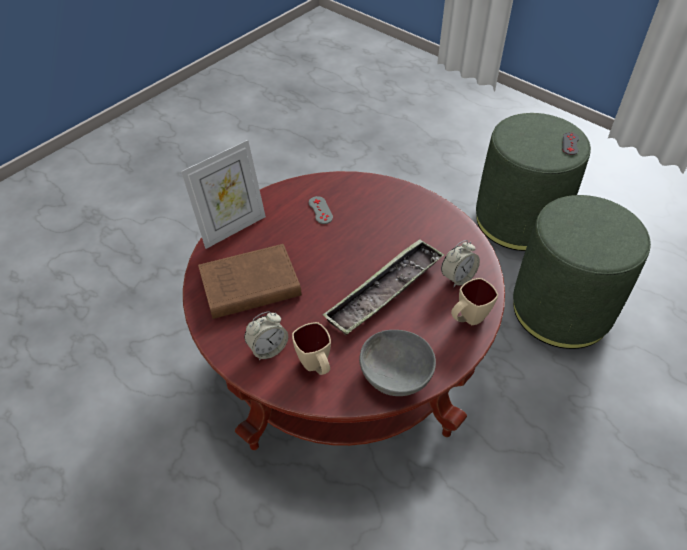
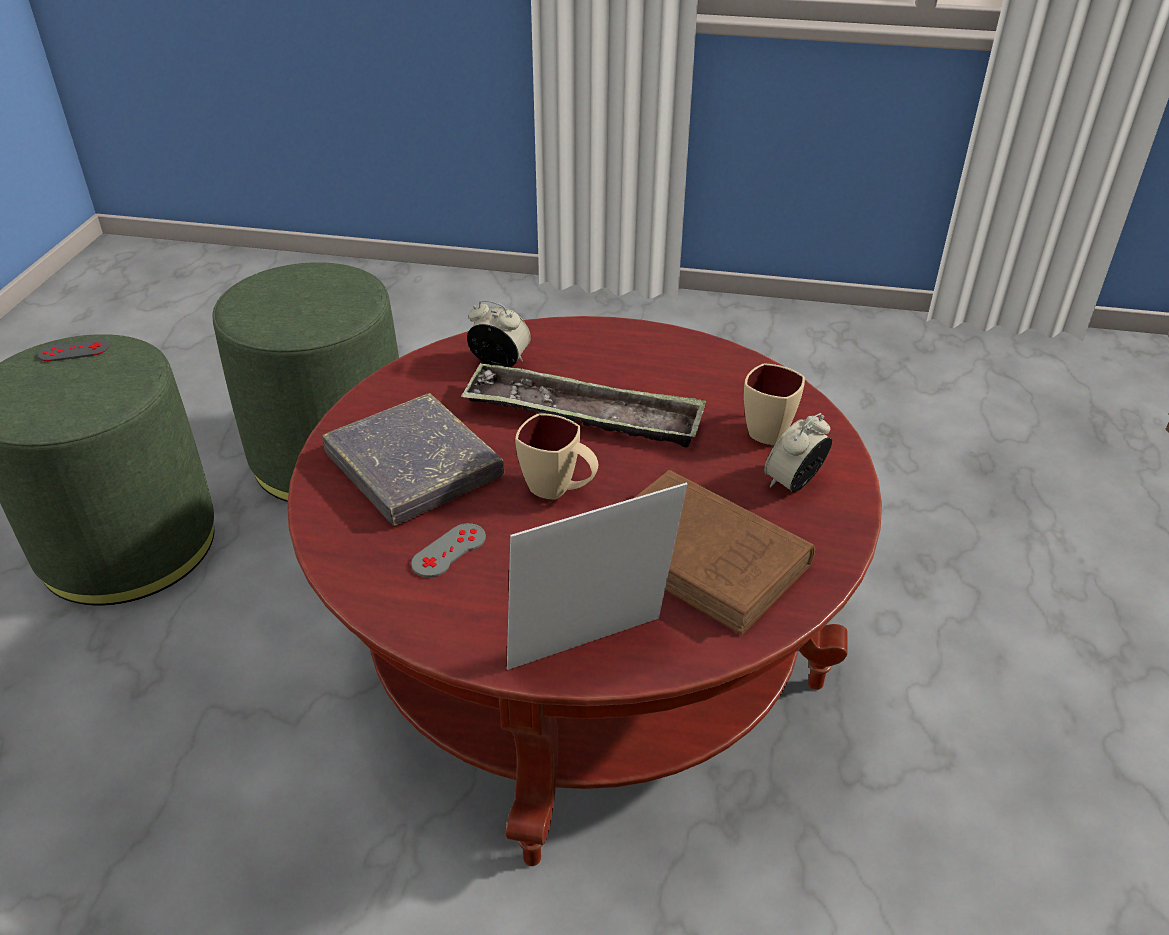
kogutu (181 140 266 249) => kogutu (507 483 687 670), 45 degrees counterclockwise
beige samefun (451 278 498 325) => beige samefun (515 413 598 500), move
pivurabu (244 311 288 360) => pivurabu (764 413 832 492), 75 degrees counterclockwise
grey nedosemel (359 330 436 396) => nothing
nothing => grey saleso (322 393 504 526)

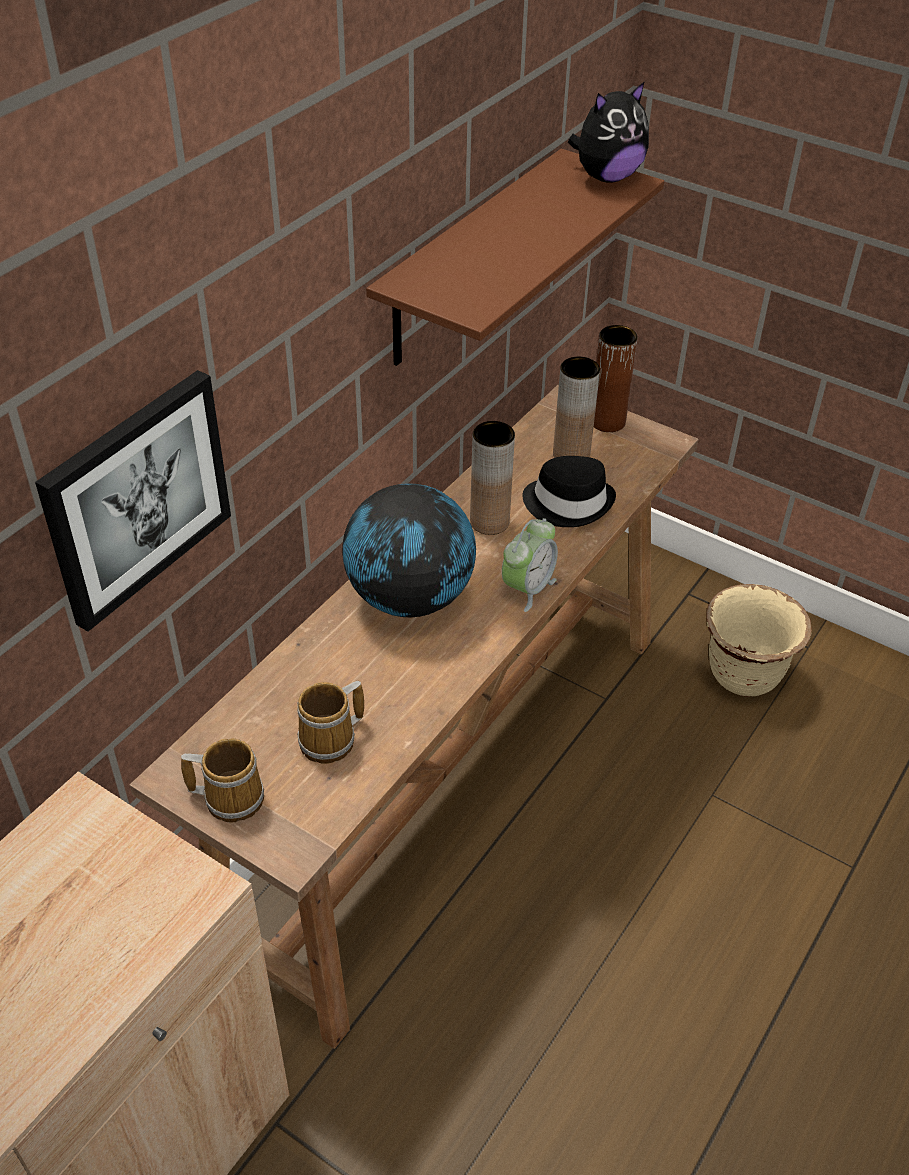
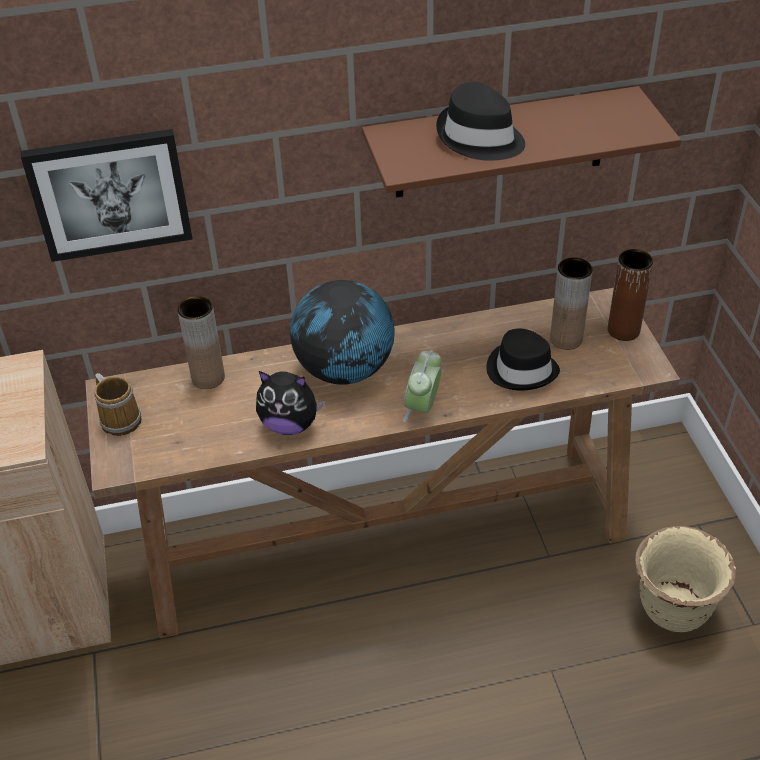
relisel (568 81 649 183) => relisel (256 371 326 435), move
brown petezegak (470 421 515 535) => brown petezegak (177 296 225 389), move
pivurabu (502 518 558 612) => pivurabu (403 350 441 422), 120 degrees clockwise
samefun (297 681 364 764) => nothing
nothing => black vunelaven (436 82 525 161)

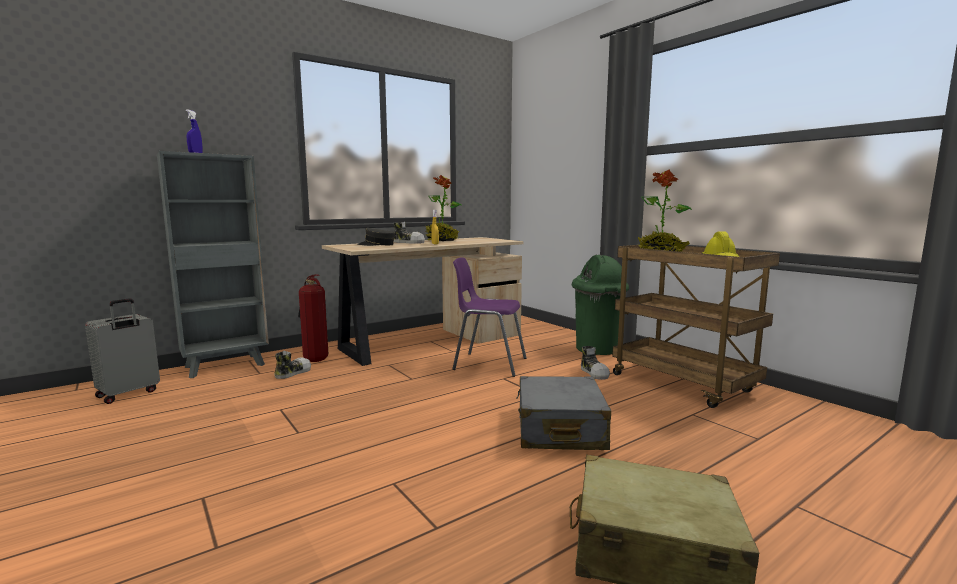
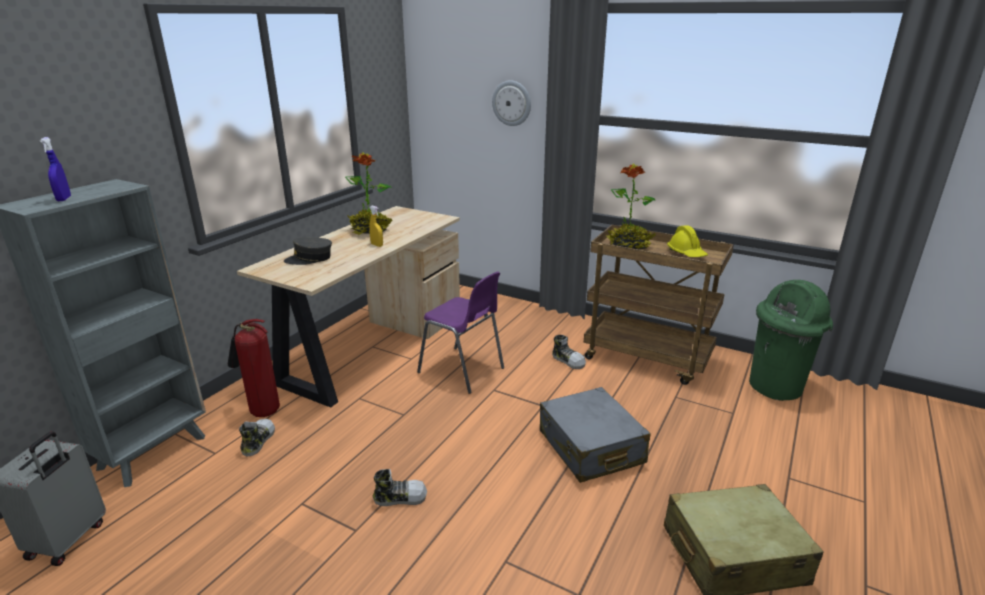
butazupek (394 222 425 244) => butazupek (373 469 427 506), move
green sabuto (572 254 629 355) => green sabuto (749 280 833 401), move
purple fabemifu (452 257 526 377) => purple fabemifu (417 271 504 394), 135 degrees counterclockwise
nothing => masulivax (492 80 531 126)

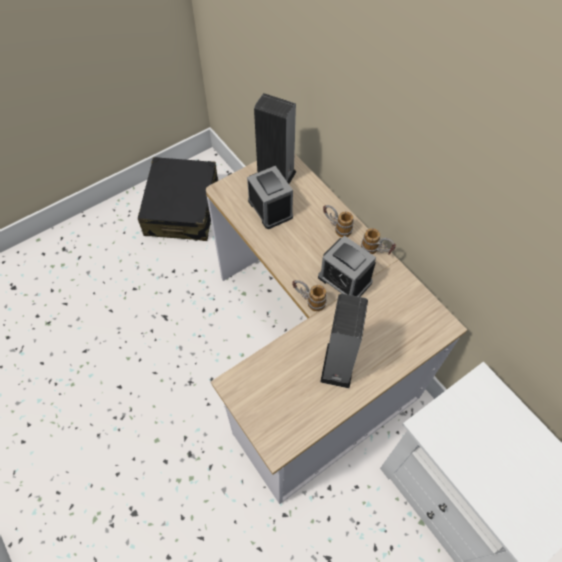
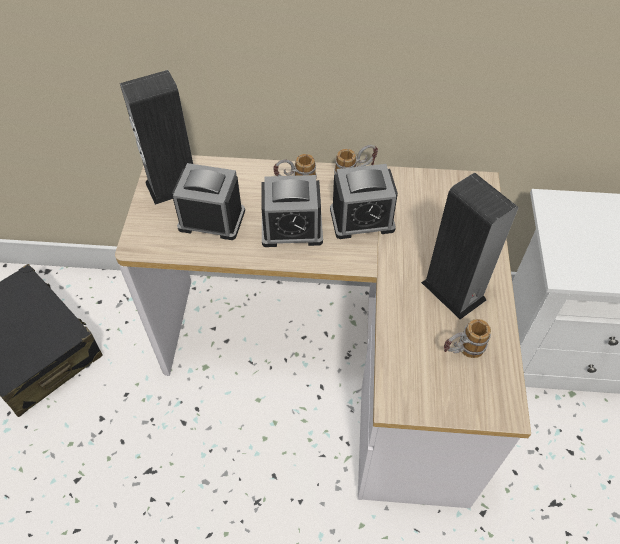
samefun (292 280 327 311) => samefun (444 319 491 358), move
nothing => pivurabu (261 175 323 247)

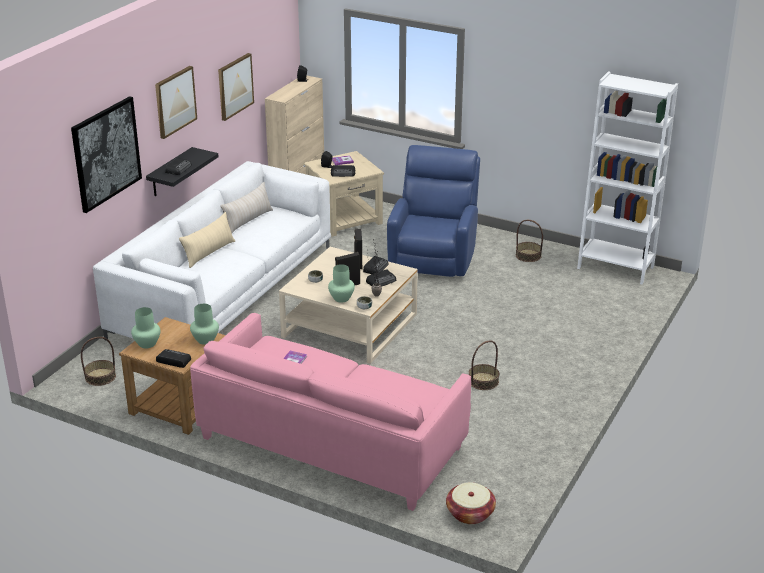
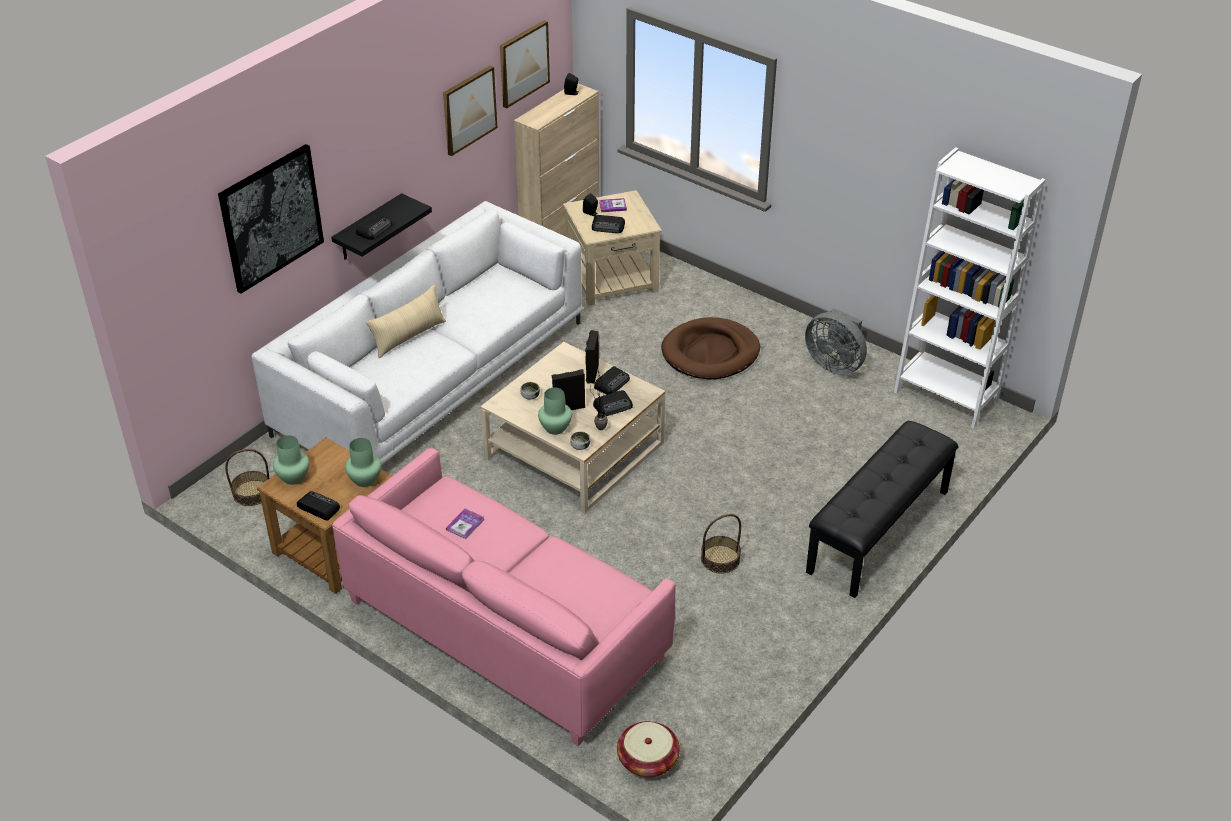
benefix (155 66 197 139) => benefix (500 20 550 108), move
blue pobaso (387 145 480 277) => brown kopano (661 317 760 379)
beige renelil (220 182 273 233) => nothing
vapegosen (516 220 543 262) => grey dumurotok (805 308 867 375)
nothing => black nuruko (806 421 959 598)

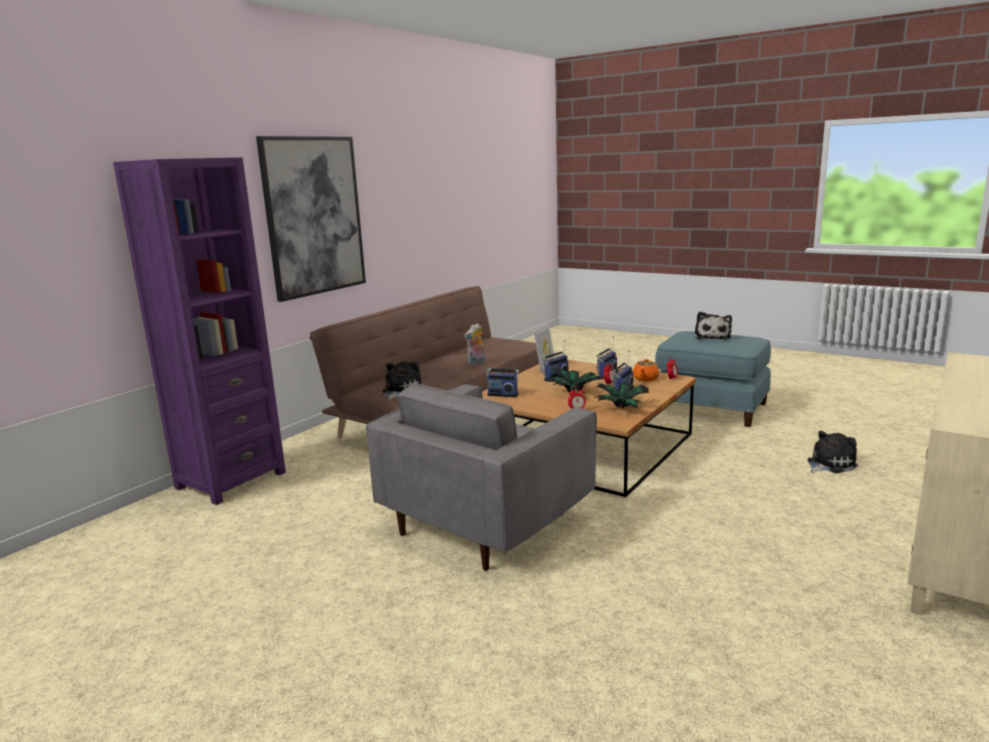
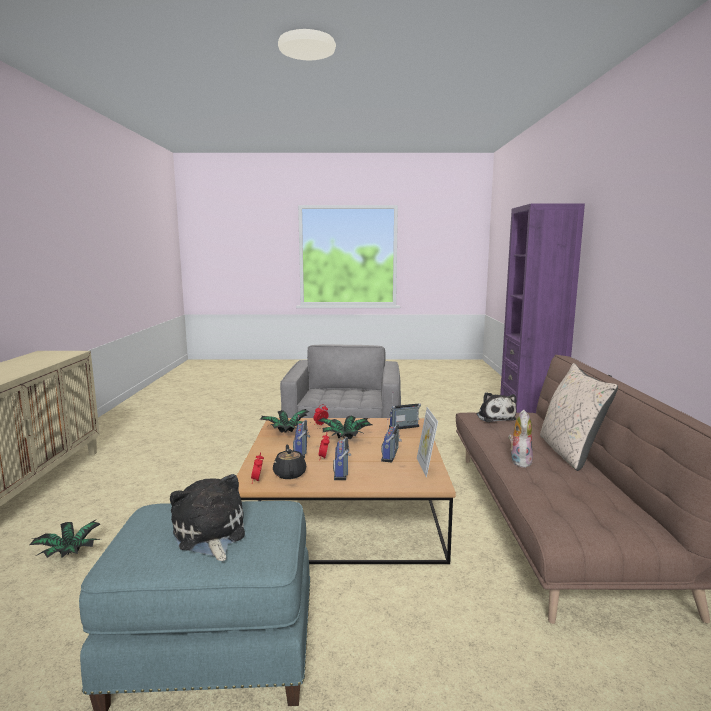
benefix (256 136 366 302) => nothing
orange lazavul (633 359 659 381) => black lazavul (273 445 306 479)
relisel (807 431 858 473) => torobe (29 520 101 558)
nothing => beige renelil (540 363 618 471)

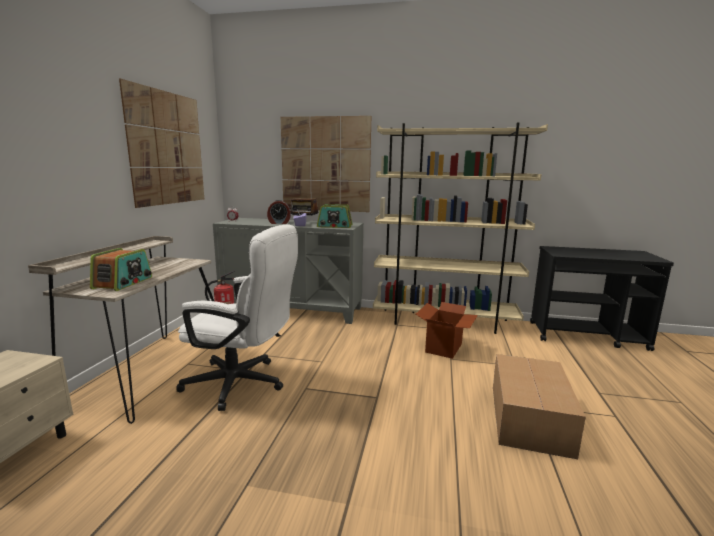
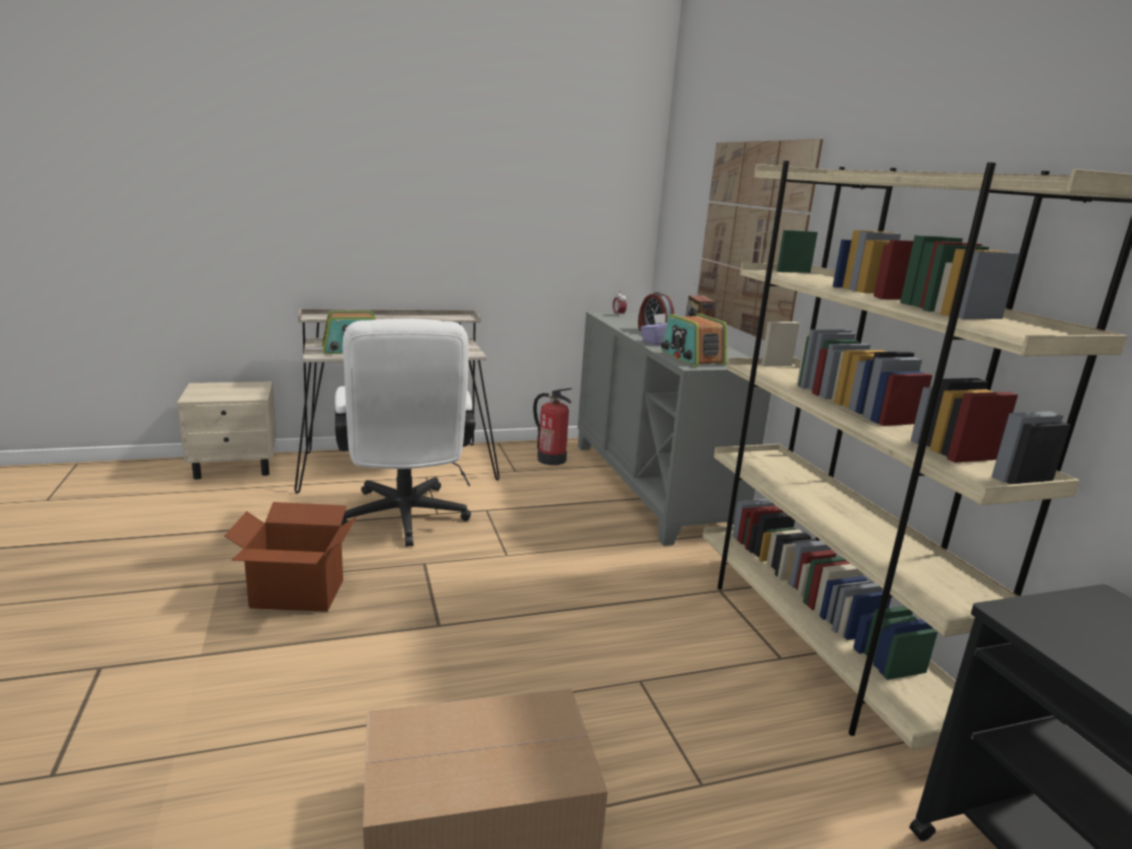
benefix (119 78 204 208) => nothing
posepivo (416 302 478 359) => posepivo (225 502 357 612), move

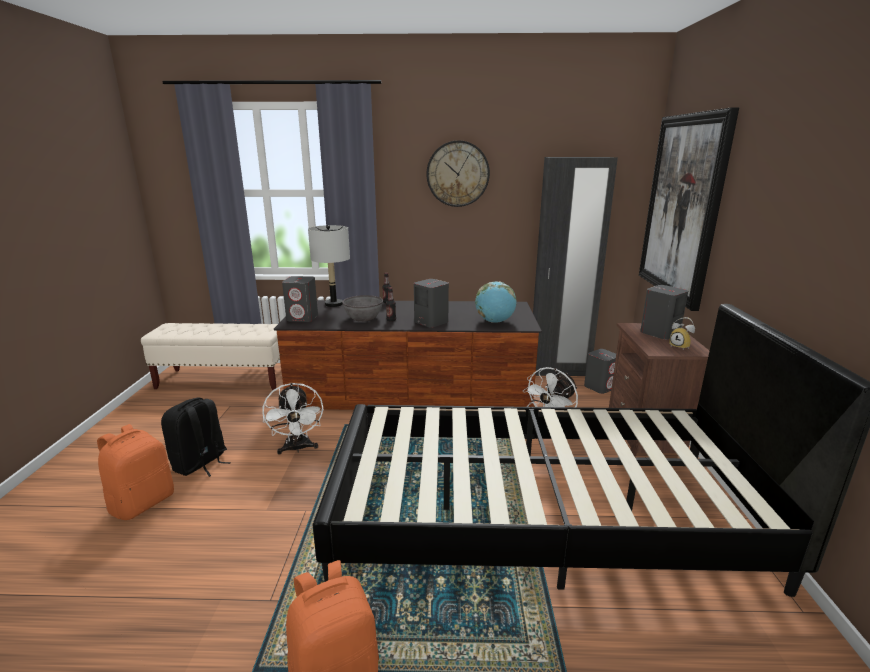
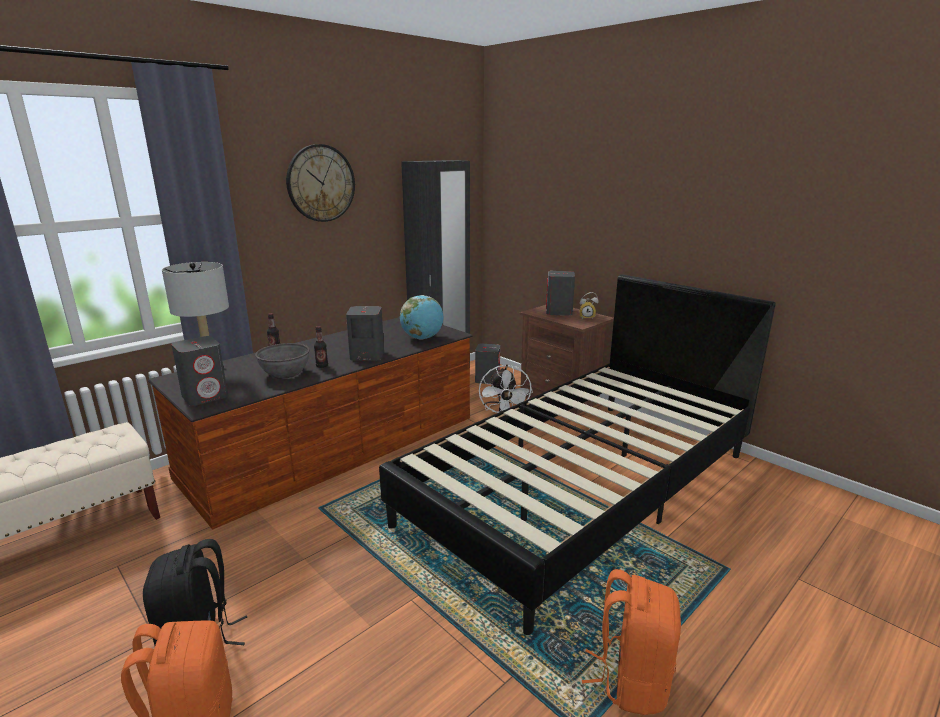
benefix (639 108 739 311) => nothing
white dumurotok (262 383 324 454) => nothing

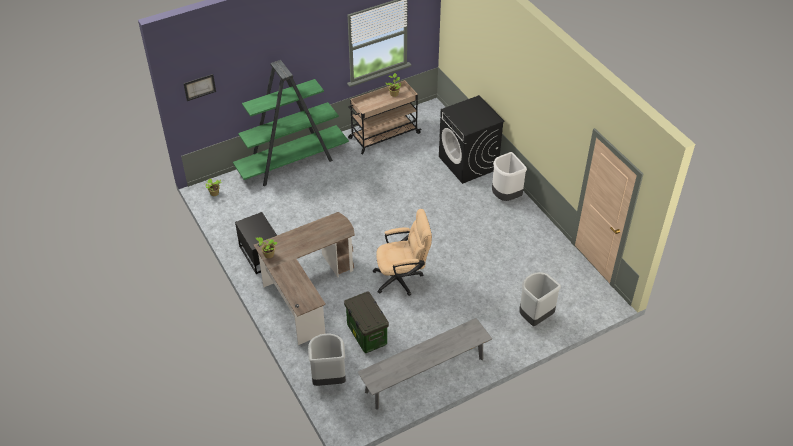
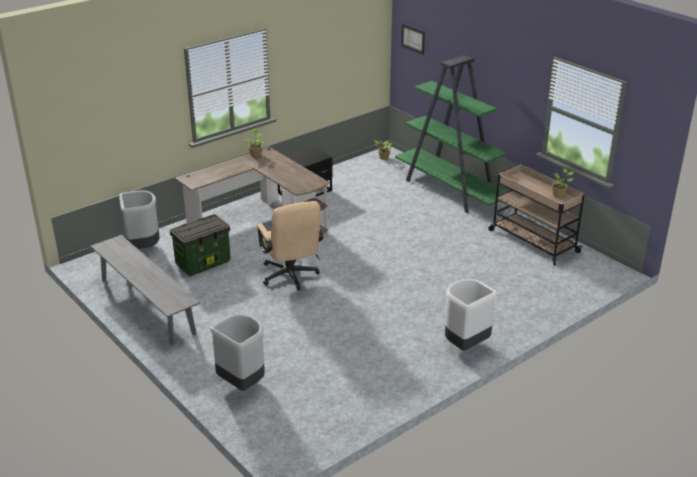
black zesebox (439 95 505 184) => nothing

